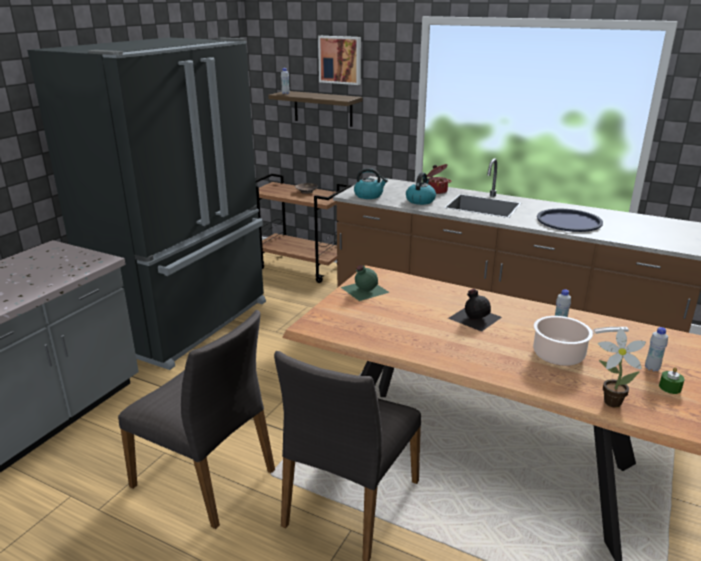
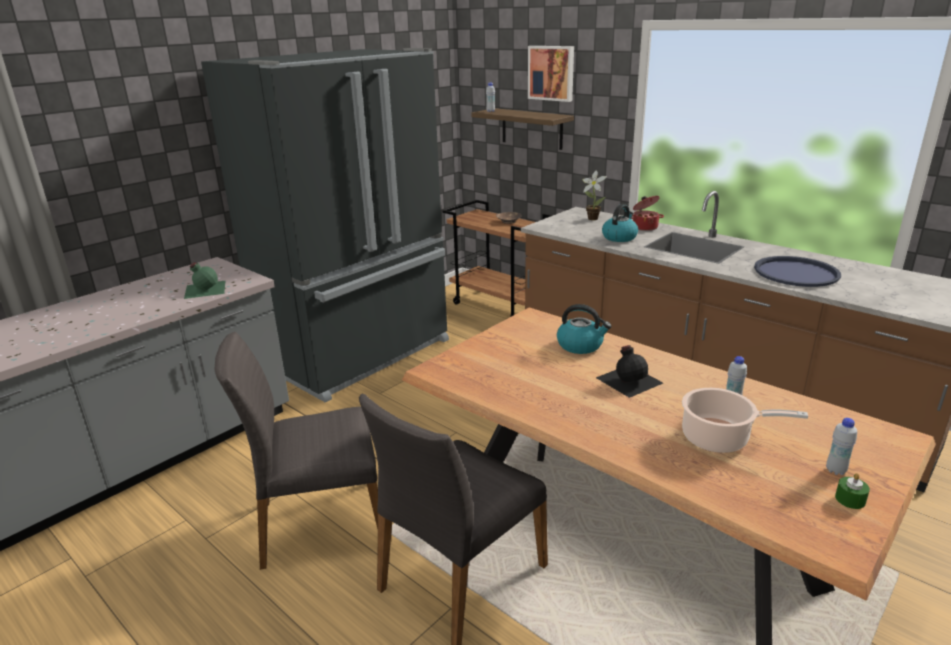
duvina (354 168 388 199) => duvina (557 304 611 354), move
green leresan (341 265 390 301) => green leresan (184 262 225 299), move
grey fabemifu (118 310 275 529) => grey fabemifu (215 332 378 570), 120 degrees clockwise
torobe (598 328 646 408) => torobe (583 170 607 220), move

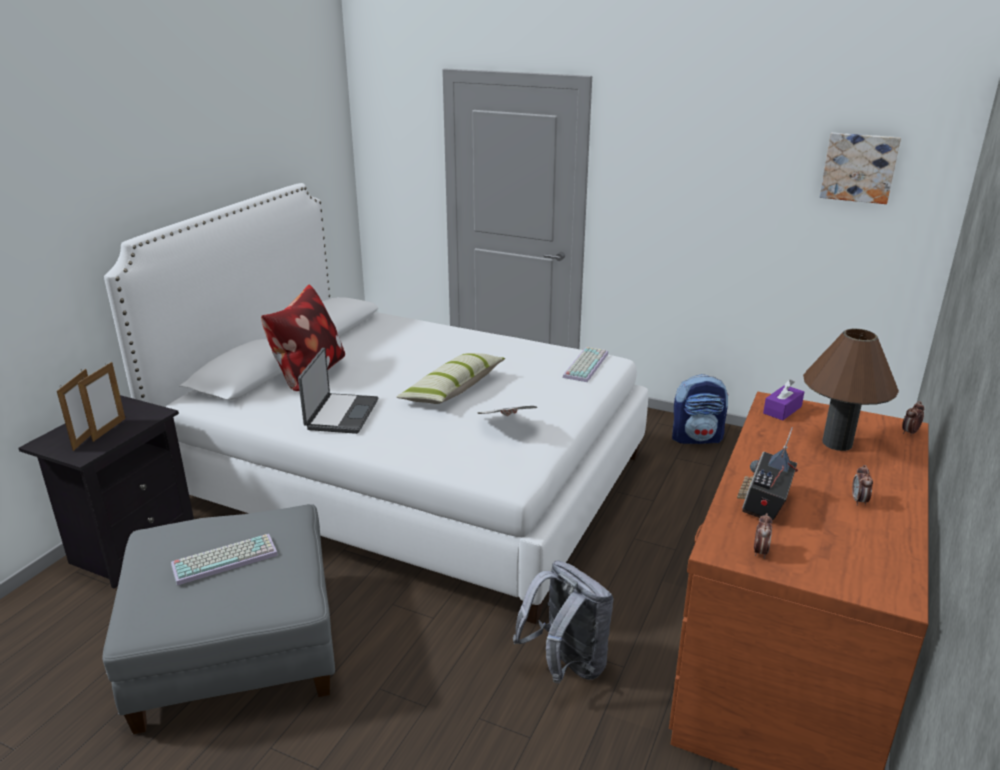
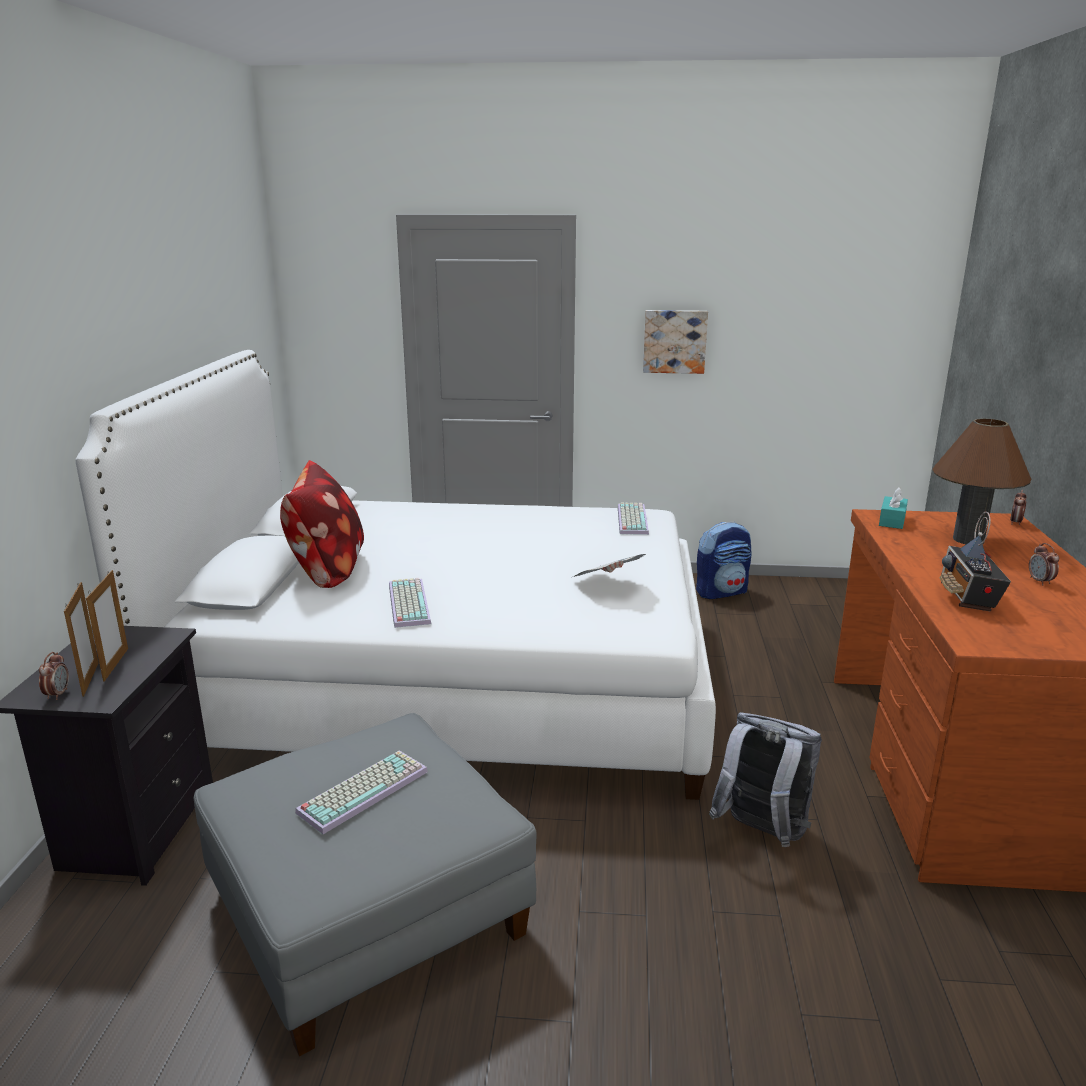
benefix (820 133 901 204) => benefix (643 310 708 374), move
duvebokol (298 348 378 434) => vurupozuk (389 578 431 628)
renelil (396 353 505 404) => nothing
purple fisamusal (763 380 804 421) => turquoise fisamusal (879 487 908 529)
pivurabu (754 513 772 559) => pivurabu (39 652 69 700), move

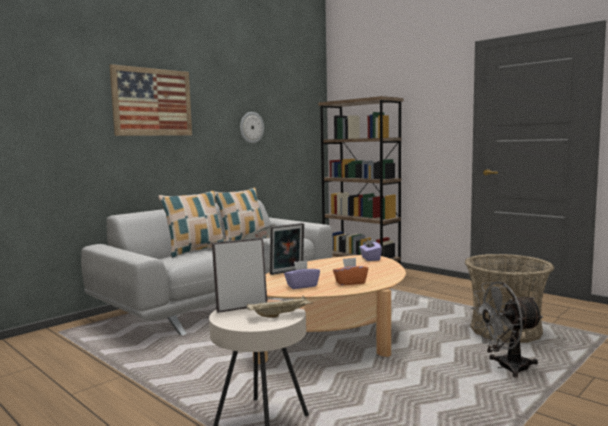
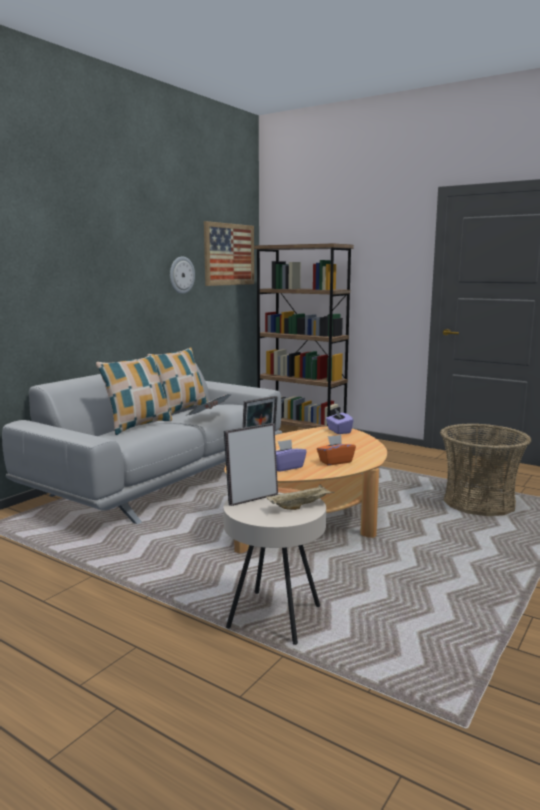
benefix (109 64 192 136) => benefix (204 221 254 286), move
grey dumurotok (471 281 544 377) => nothing

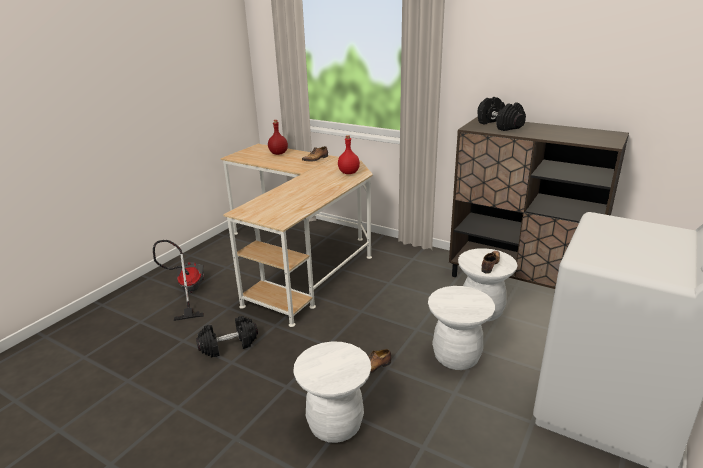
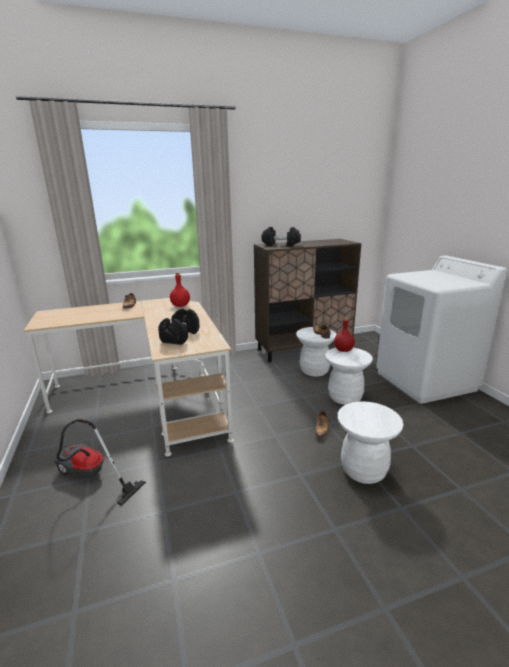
red leresan (268 120 288 155) => red leresan (334 317 355 352), move
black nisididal (196 316 258 358) => black nisididal (158 308 200 345), move

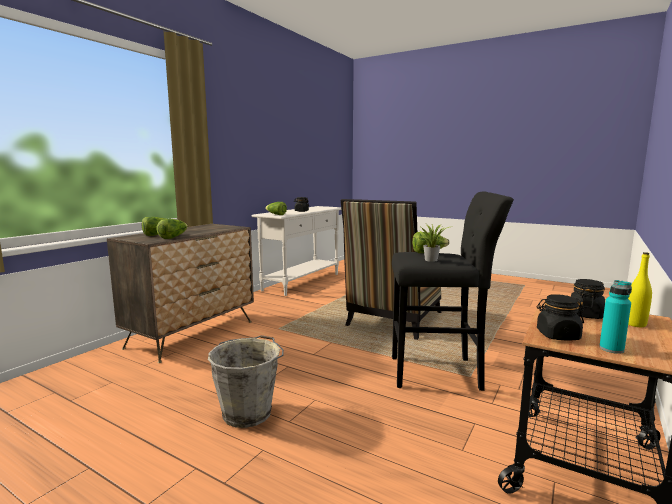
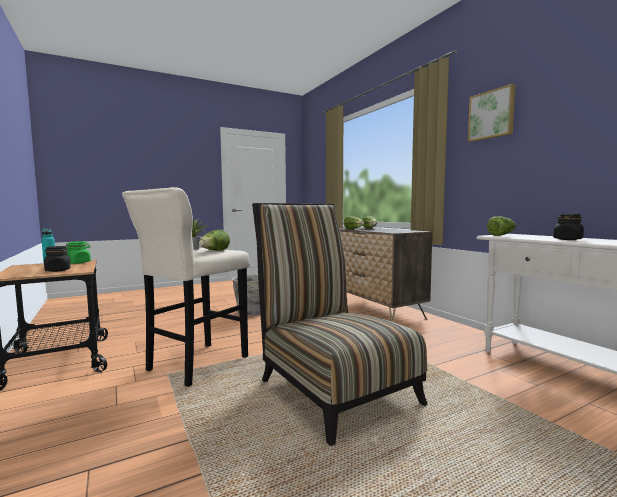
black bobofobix (392 192 514 391) => beige bobofobix (122 187 250 387)
yellow leresan (628 252 652 327) => nothing
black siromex (537 294 584 340) => green siromex (65 241 91 264)
nothing => benefix (468 84 515 142)

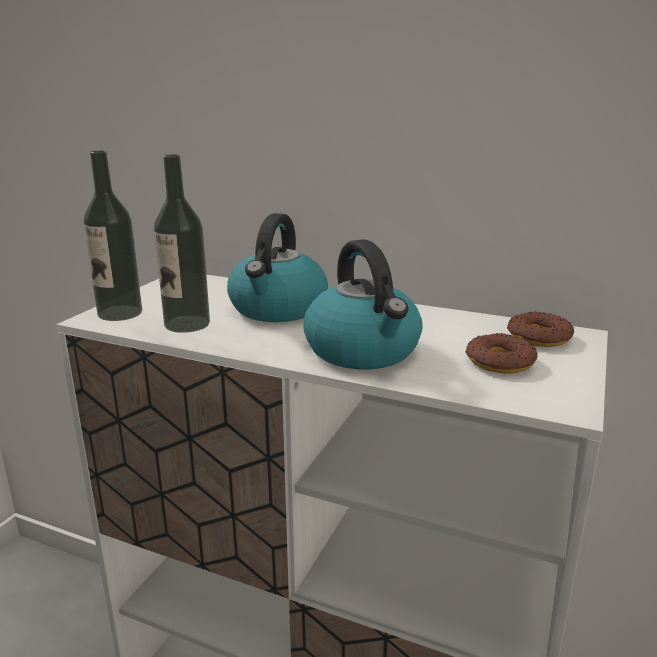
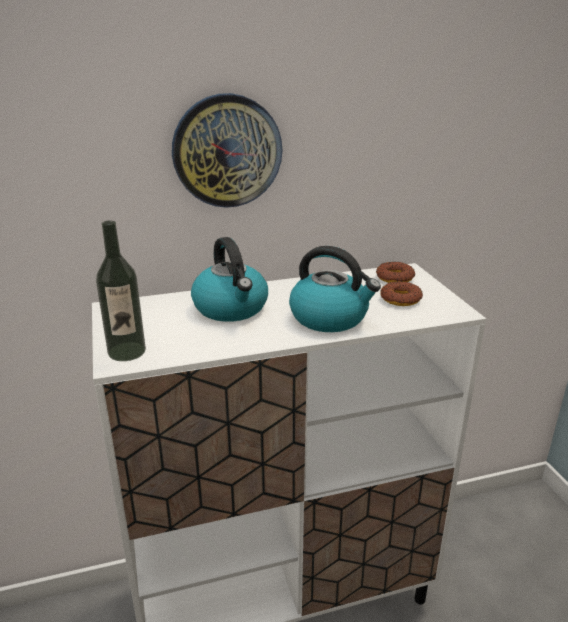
leresan (154 154 210 333) => nothing
nothing => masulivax (172 93 282 208)

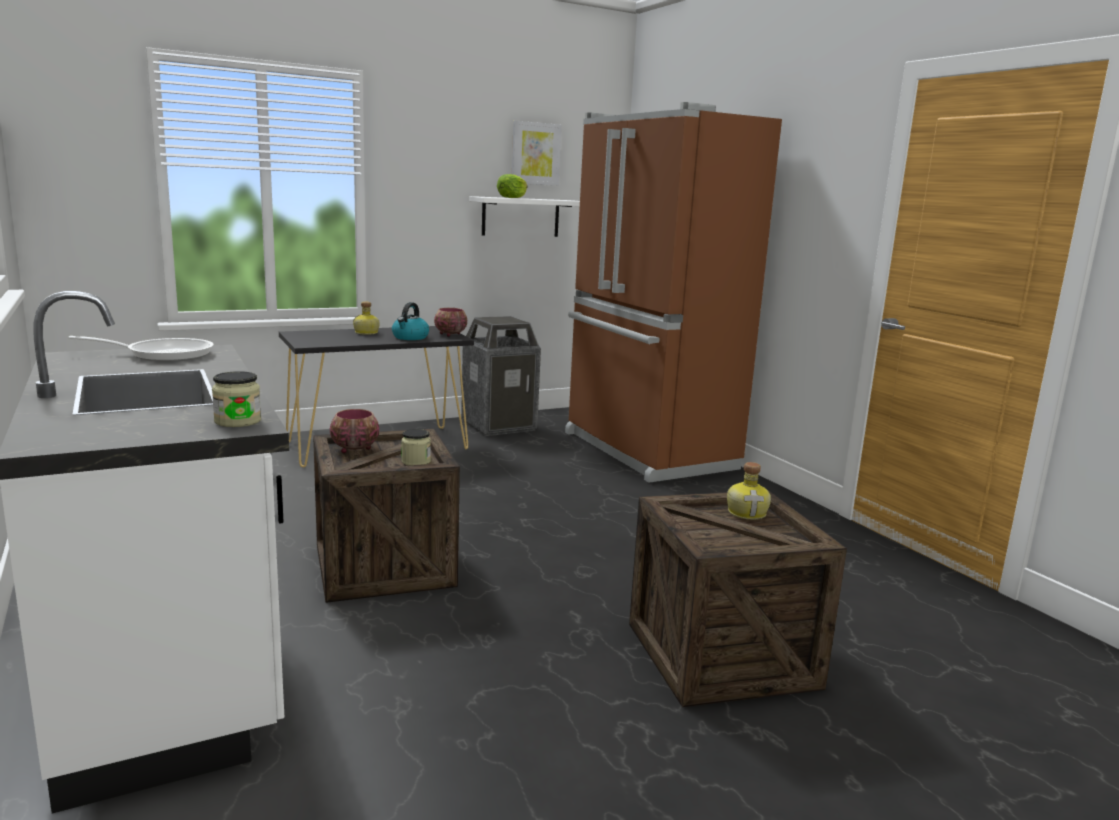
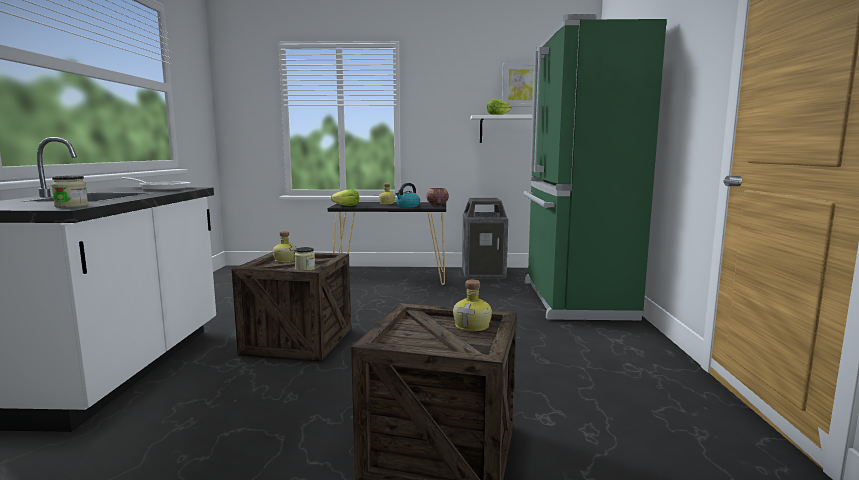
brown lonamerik (565 102 782 483) => green lonamerik (523 14 667 320)
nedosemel (330 409 379 453) => leresan (273 231 297 262)
nothing => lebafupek (331 189 359 206)

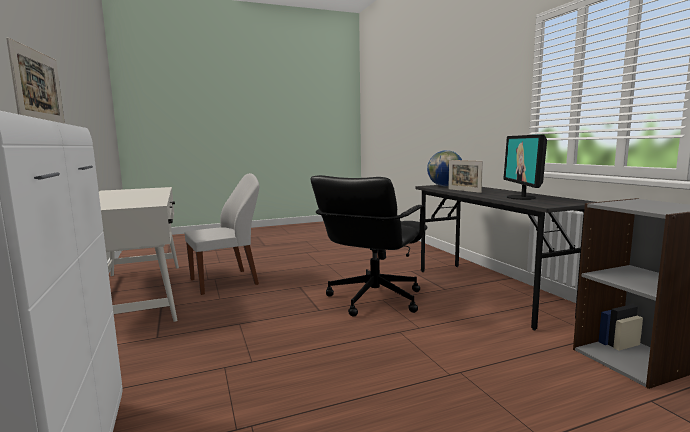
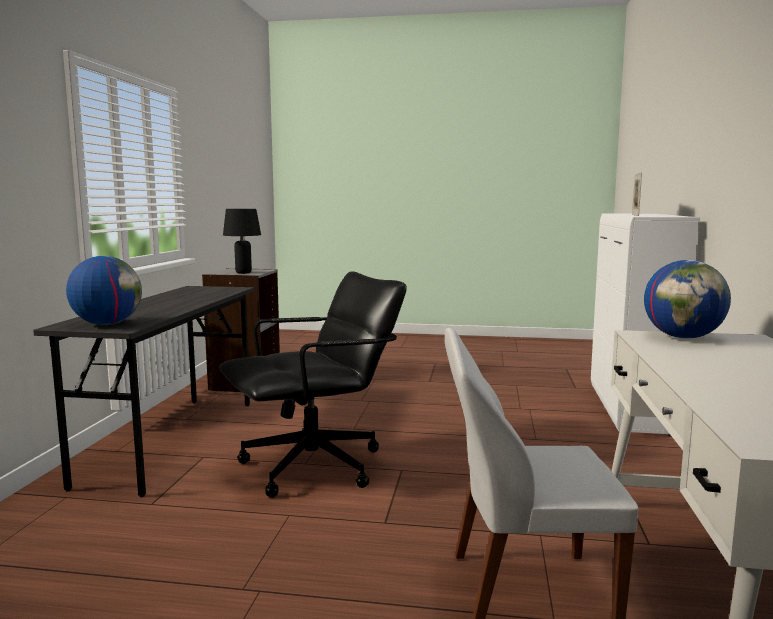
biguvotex (503 134 547 200) => nothing
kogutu (448 160 483 193) => nothing
nothing => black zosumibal (223 209 261 274)
nothing => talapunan (644 260 731 339)

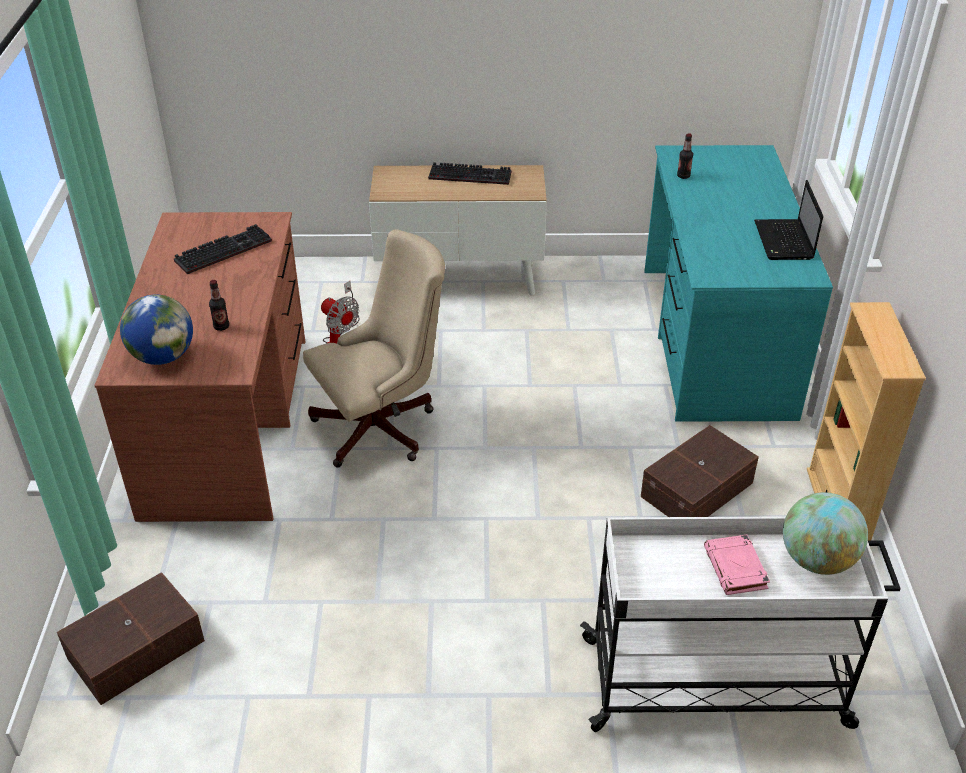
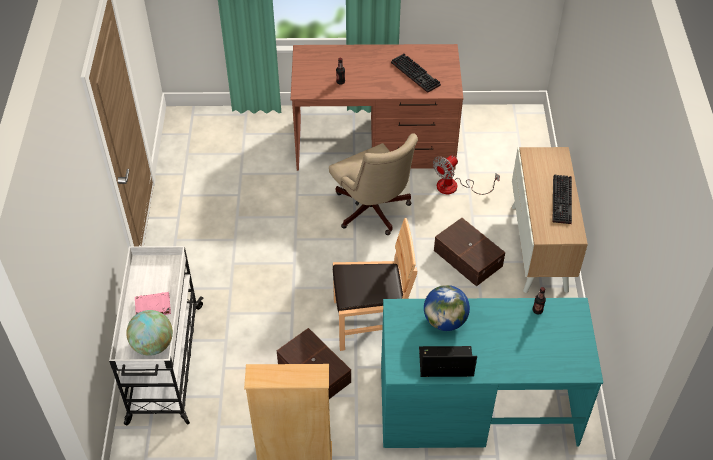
talapunan (120 294 193 365) => talapunan (424 285 470 331), move
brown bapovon (57 572 205 705) => brown bapovon (434 218 505 286), move
nothing => brown fabemifu (333 218 417 351)

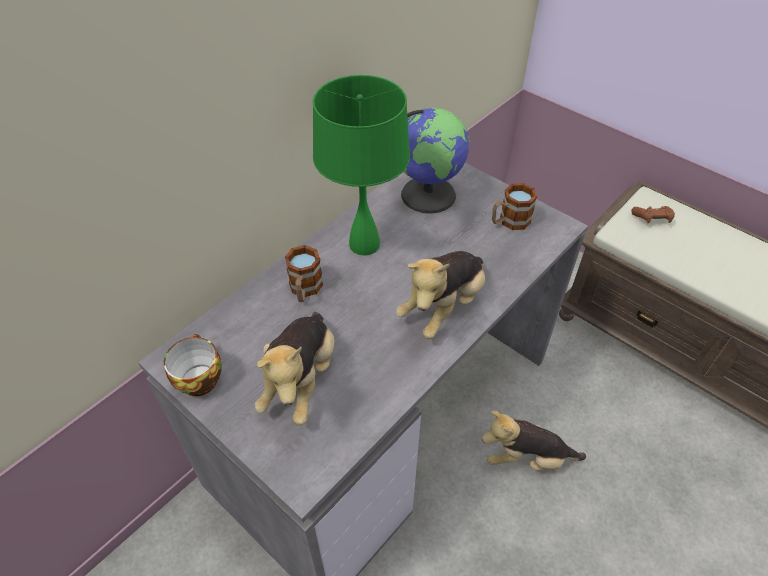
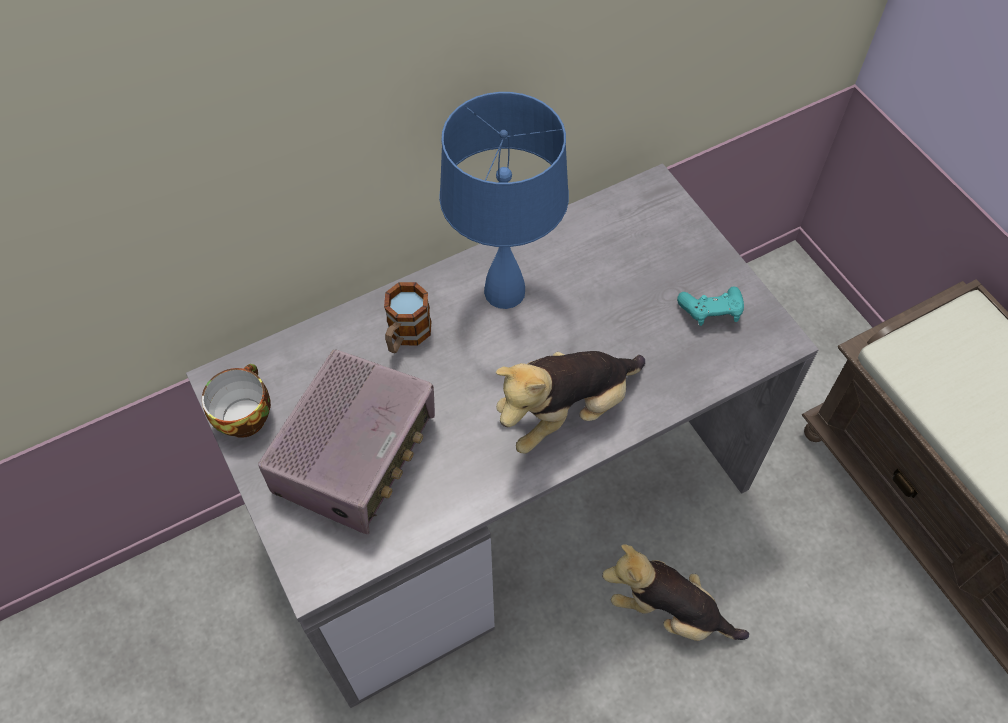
green zosumibal (313 75 410 256) => blue zosumibal (439 92 569 309)
talapunan (401 108 470 214) => nothing
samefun (492 183 537 230) => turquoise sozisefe (677 287 744 326)
brown sozisefe (631 206 675 223) => nothing
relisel (255 312 335 426) => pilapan (258 350 435 534)

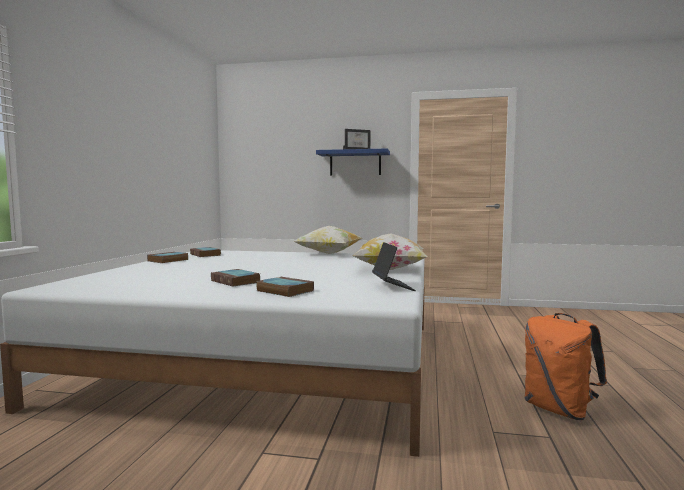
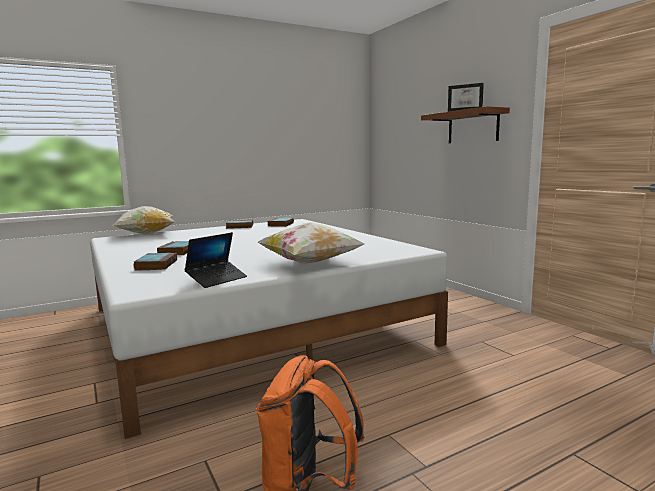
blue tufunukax (316 148 390 176) => brown tufunukax (421 106 510 143)
renelil (294 226 363 254) => renelil (112 206 175 234), move

